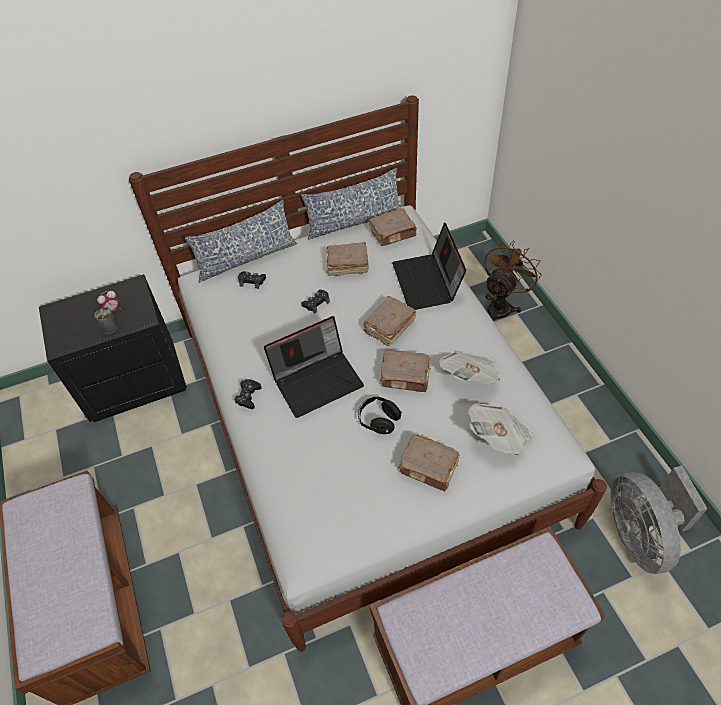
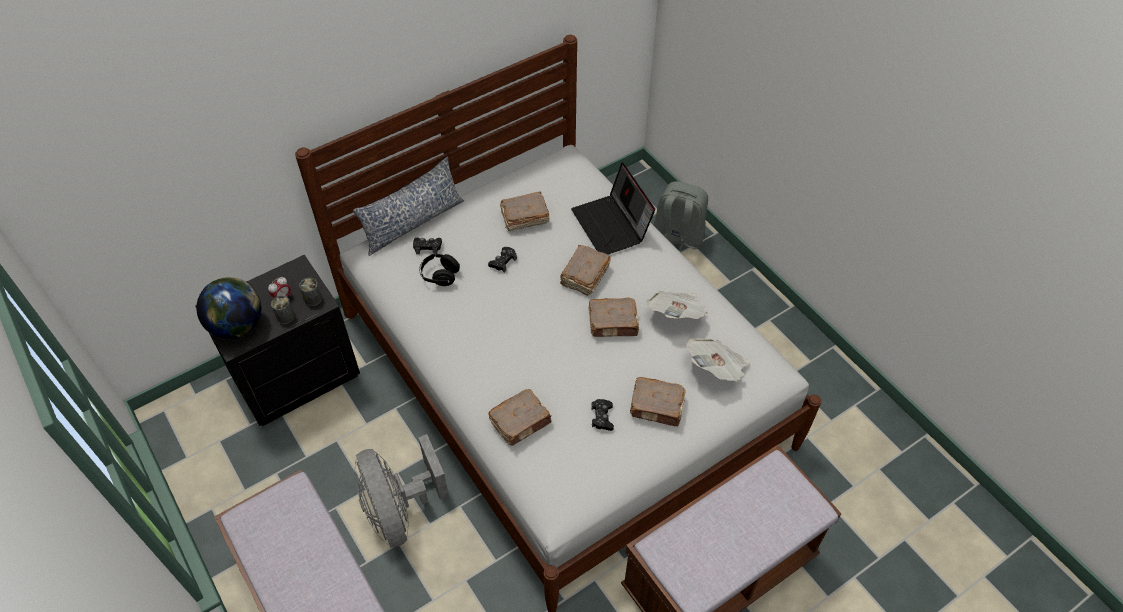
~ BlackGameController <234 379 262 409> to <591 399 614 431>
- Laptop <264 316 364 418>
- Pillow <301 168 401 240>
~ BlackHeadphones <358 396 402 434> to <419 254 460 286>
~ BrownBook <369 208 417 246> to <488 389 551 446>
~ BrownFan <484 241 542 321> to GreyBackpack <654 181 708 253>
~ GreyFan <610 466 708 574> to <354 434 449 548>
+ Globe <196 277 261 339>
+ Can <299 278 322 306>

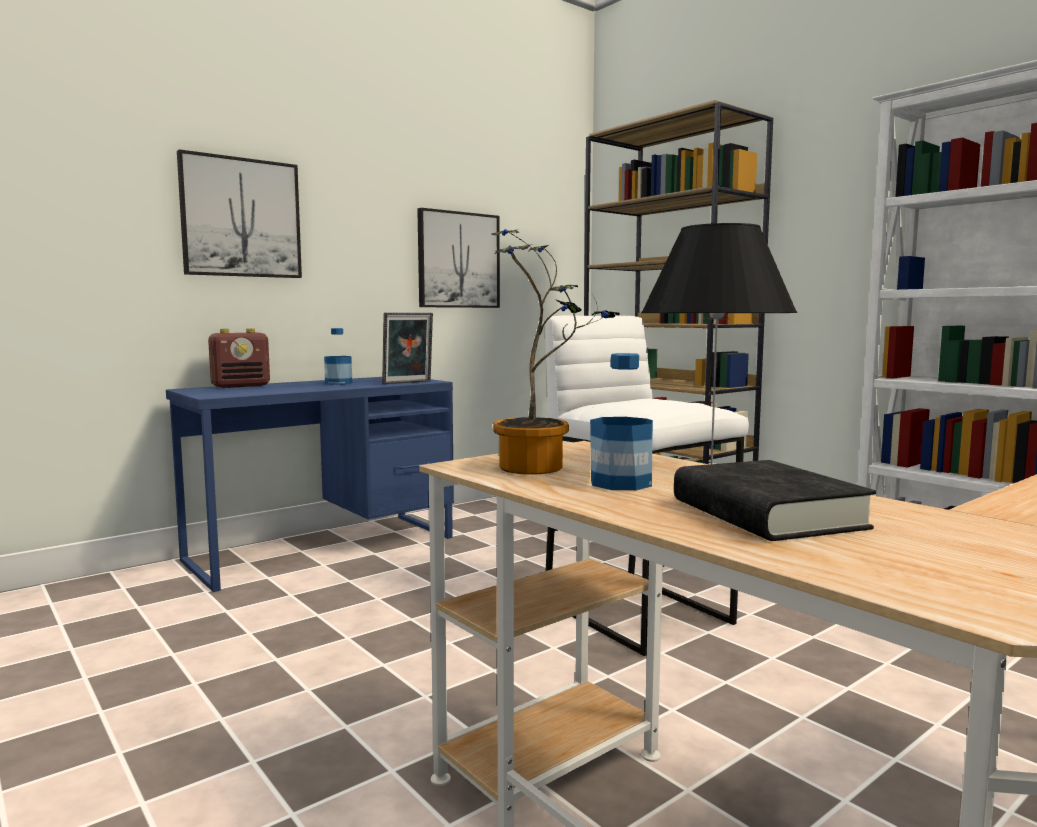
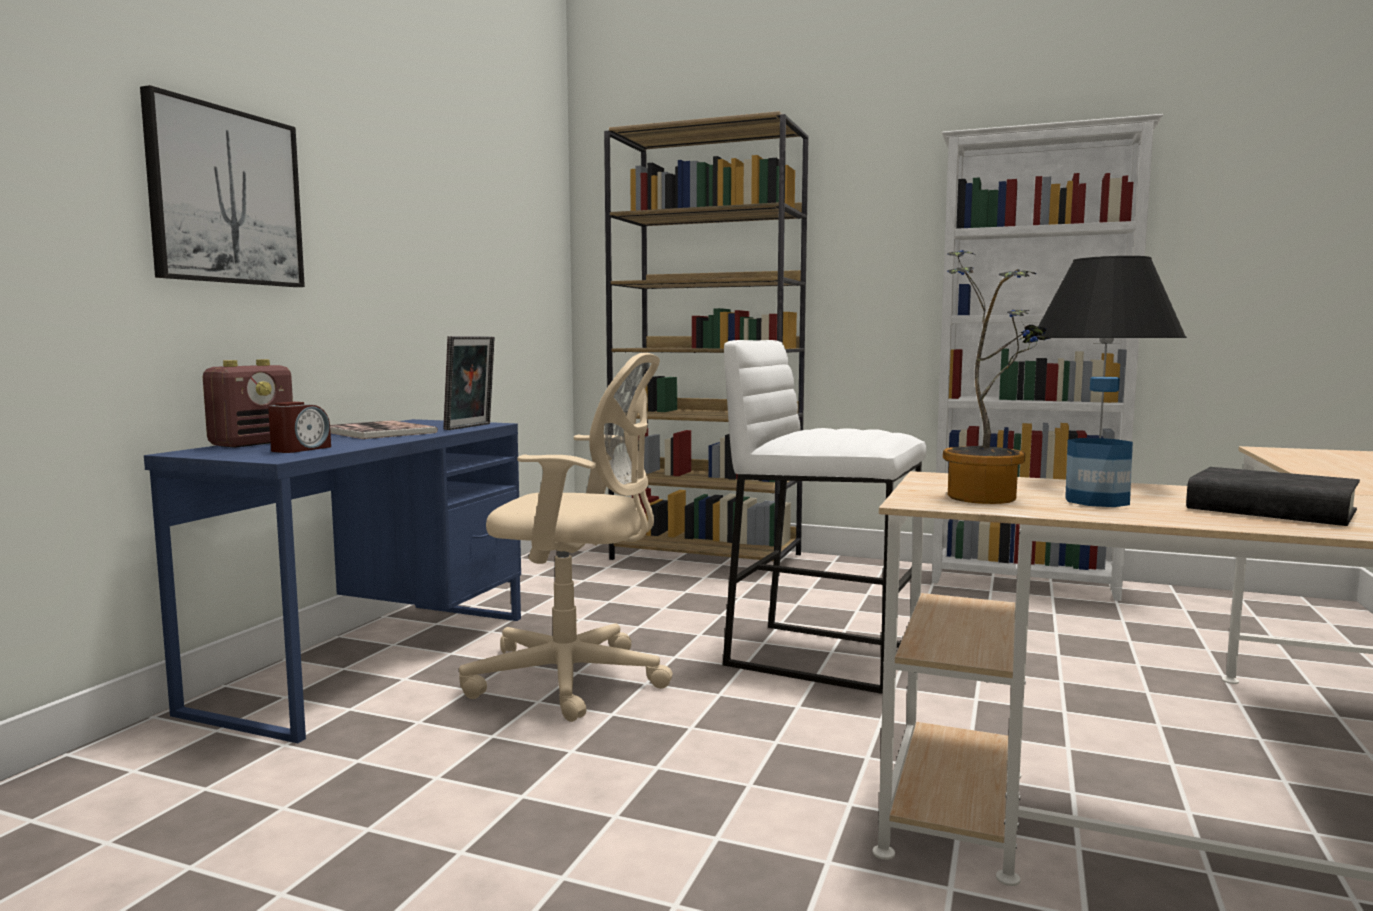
~ Bottle <324 328 353 385> to Book <330 420 438 439>
- Picture <417 208 500 308>
+ AlarmClock <268 402 331 453>
+ BeigeOfficeChair <459 352 673 722>

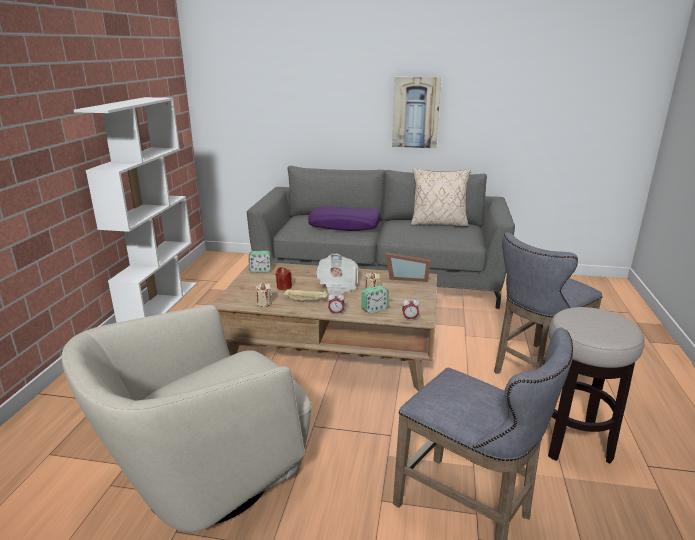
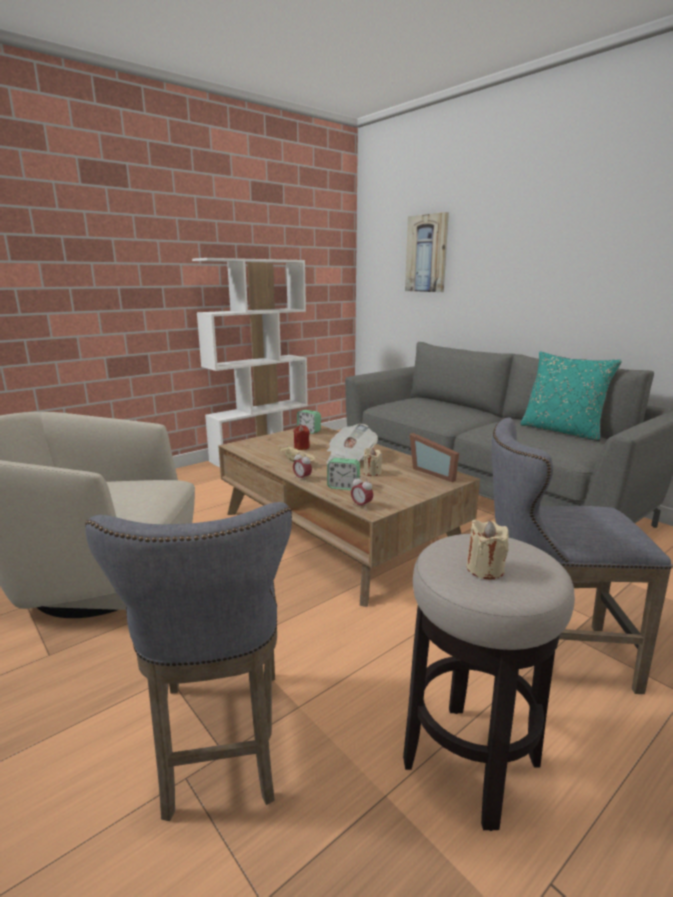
~ BeigeCandle <255 283 272 307> to <466 520 509 580>
- PurplePillow <308 206 381 231>
~ Picture <392 77 441 148> to <405 212 449 292>
~ BeigePillow <411 168 471 227> to TurquoisePillow <520 351 622 441>

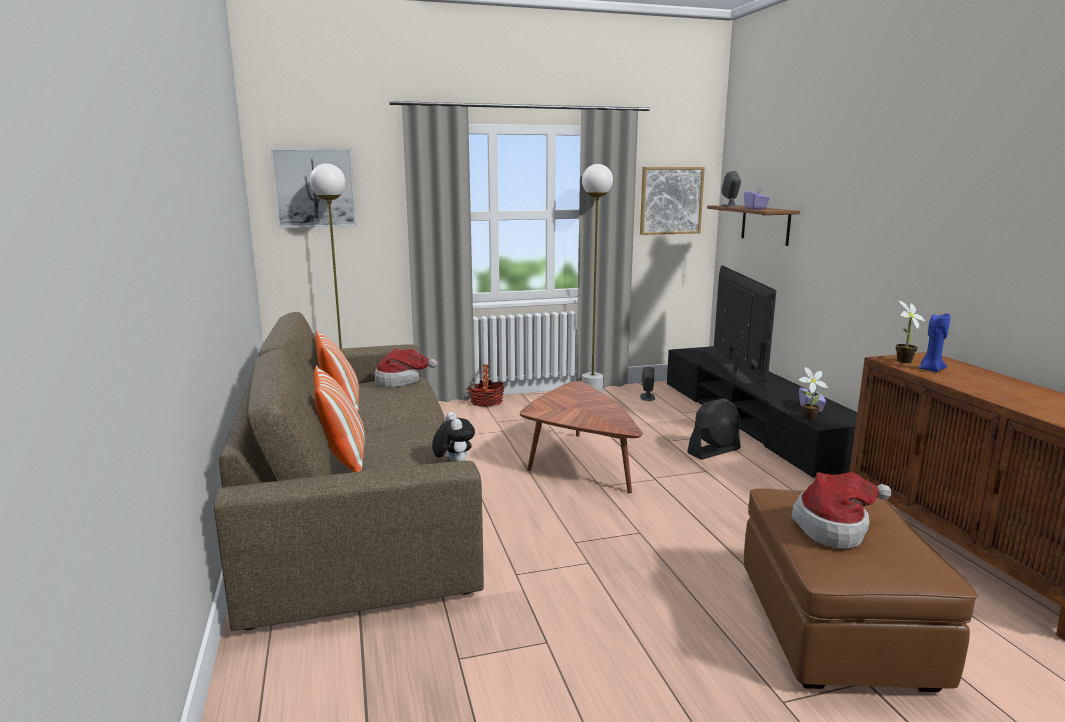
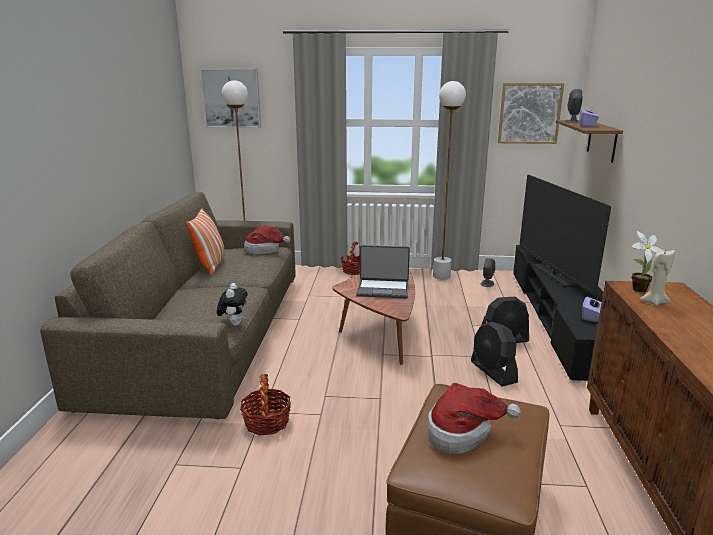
- Pillow <314 365 365 472>
~ Television <714 265 776 391> = <519 175 611 296> 150 degrees clockwise
- PottedPlant <798 367 828 421>
~ BlueCandle <919 313 950 372> to BeigeCandle <640 249 675 306>
+ Basket <240 374 291 436>
+ Laptop <356 245 410 298>
+ BlackFan <471 322 518 387>

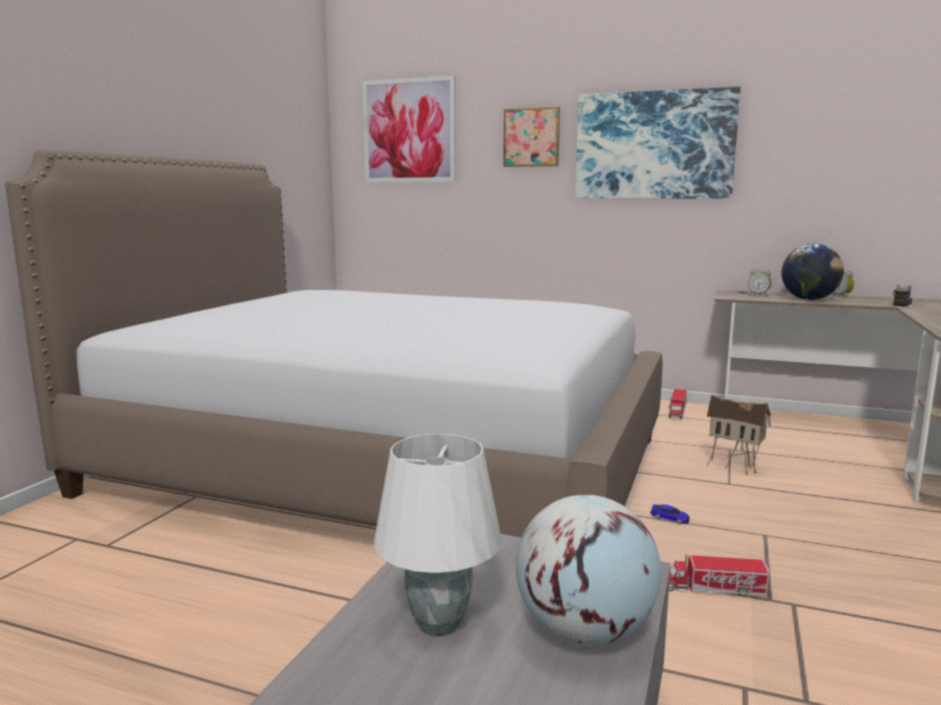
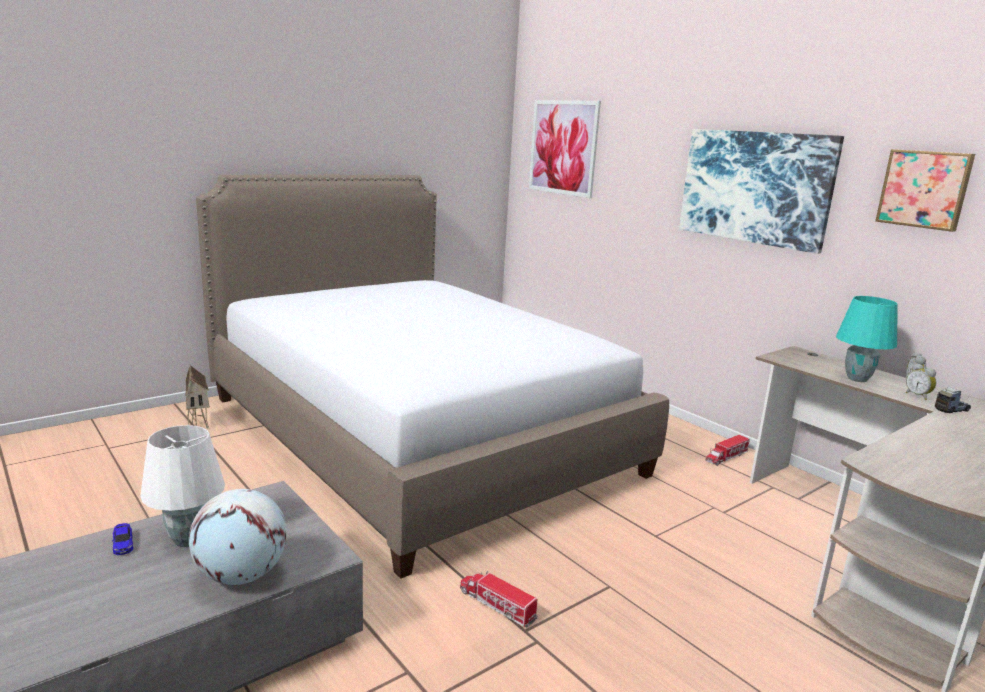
~ Picture <503 106 560 167> to <875 149 975 232>
~ ToyCar <650 504 690 524> to <112 523 133 555>
~ ToyHouse <706 394 771 475> to <185 365 210 429>
~ AlarmClock <748 269 772 297> to <906 363 936 400>
~ Globe <781 244 844 300> to TurquoiseTableLamp <836 296 898 382>

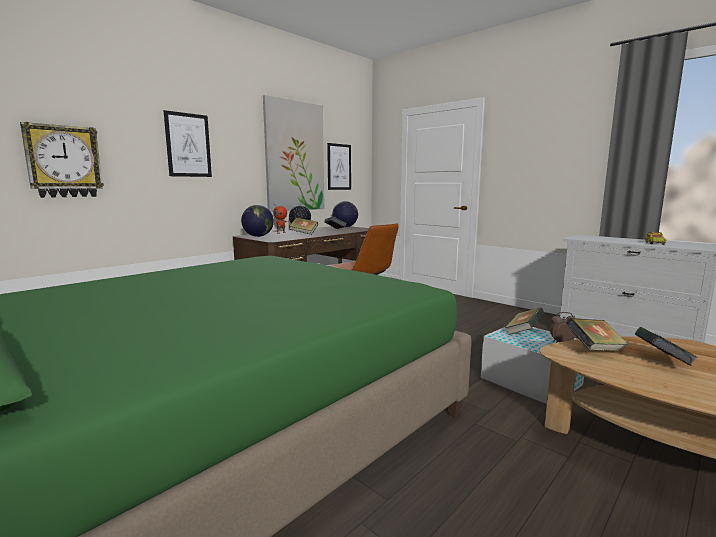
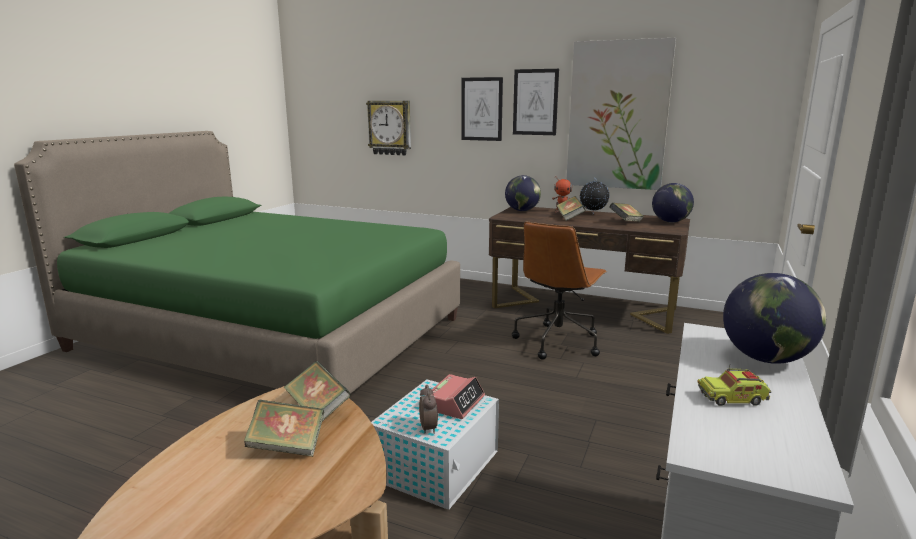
~ Picture <327 143 351 190> to <513 69 559 135>
~ Book <505 307 544 335> to AlarmClock <425 374 485 419>
+ Globe <723 273 826 364>

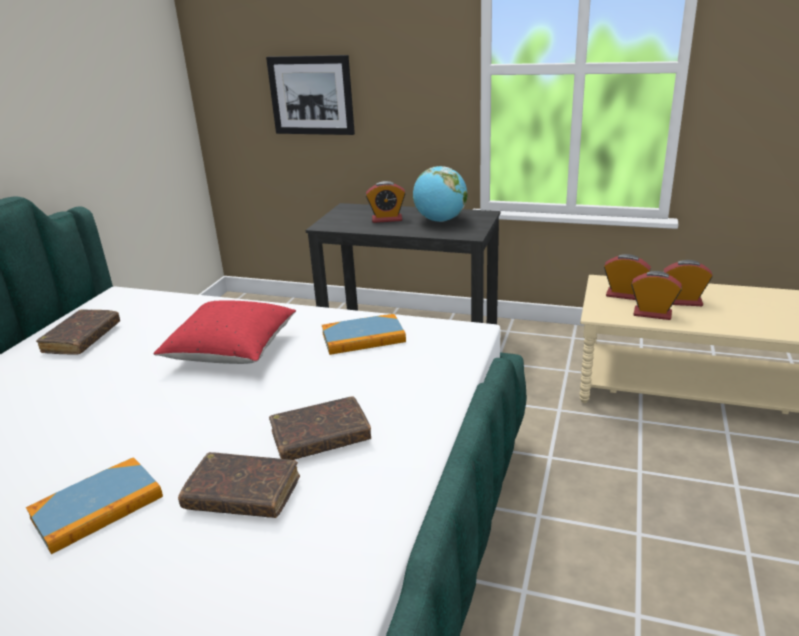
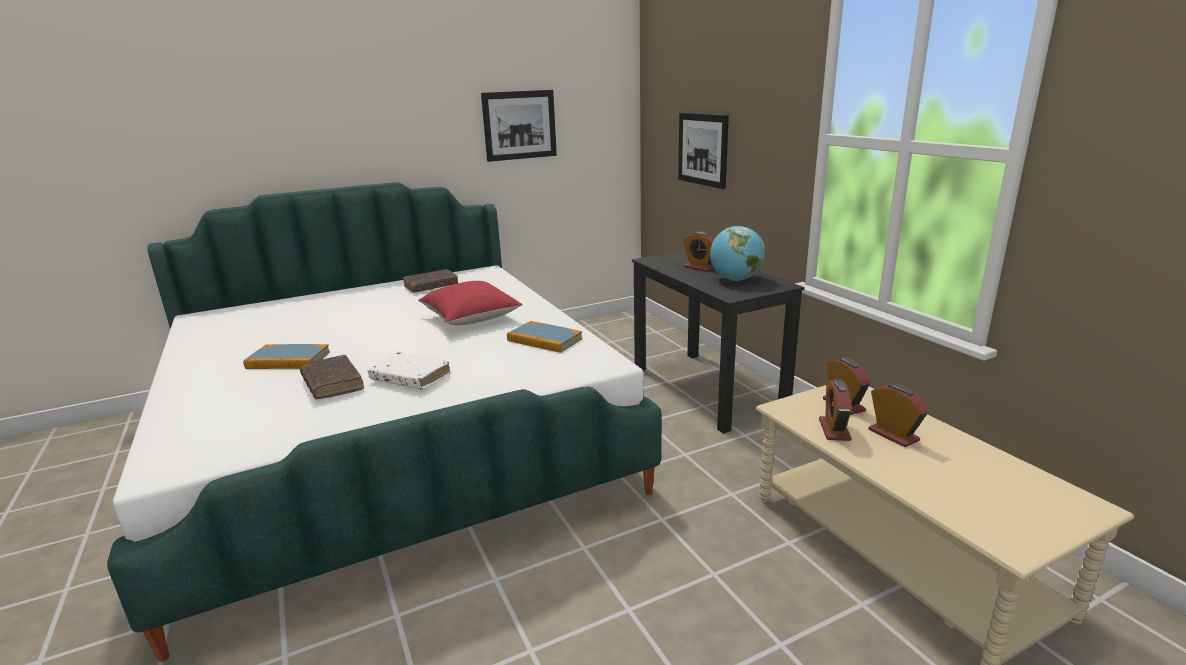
~ BrownBook <269 396 371 460> to WhiteBook <368 352 451 390>
~ AlarmClock <631 271 682 320> = <819 379 852 441> 150 degrees counterclockwise
+ Picture <481 90 557 162>

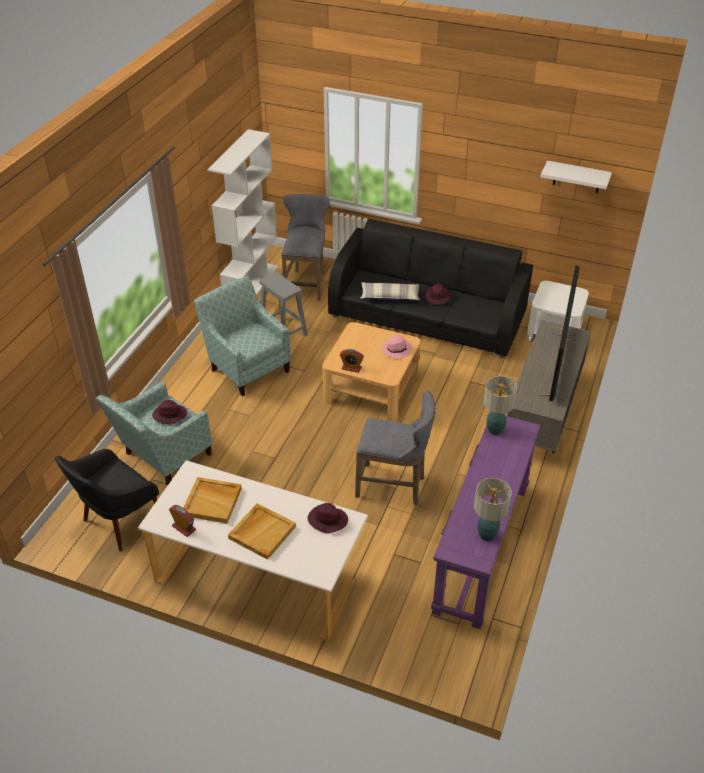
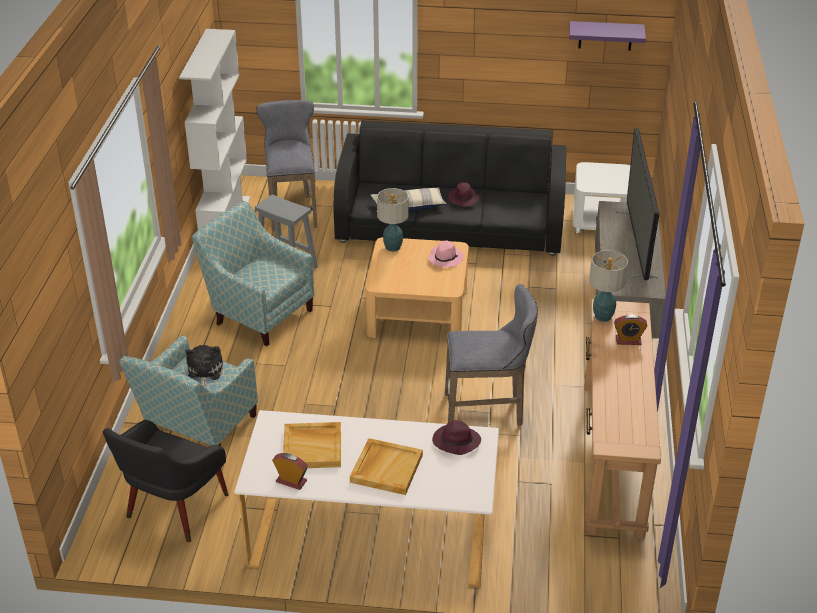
~ PurpleHat <152 400 188 425> to PlushToy <185 345 223 388>
~ AlarmClock <340 349 364 373> to <614 314 647 345>
~ PurpleConsoleTable <431 416 541 629> to BrownConsoleTable <584 299 661 539>
~ TableLamp <474 478 512 541> to <377 188 408 252>
~ WhiteShelf <540 161 612 193> to PurpleShelf <569 21 646 51>

